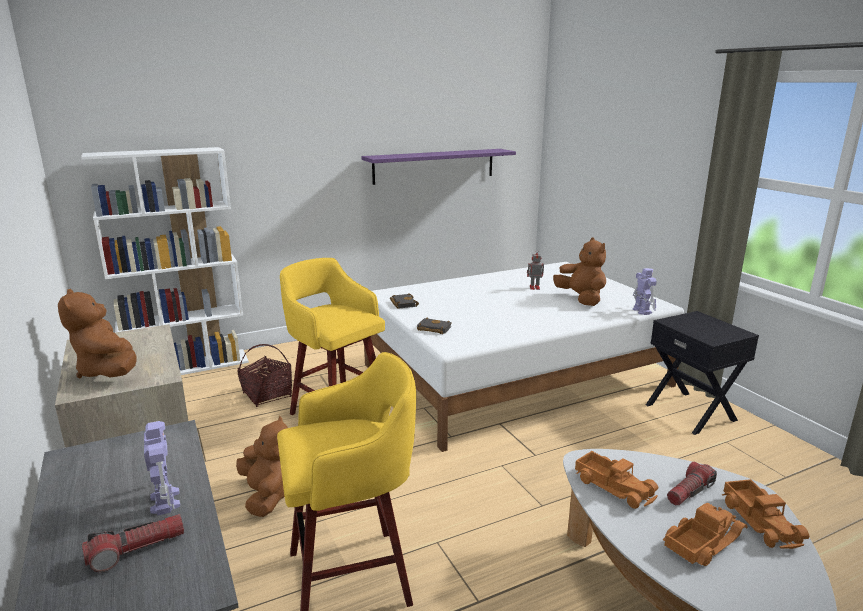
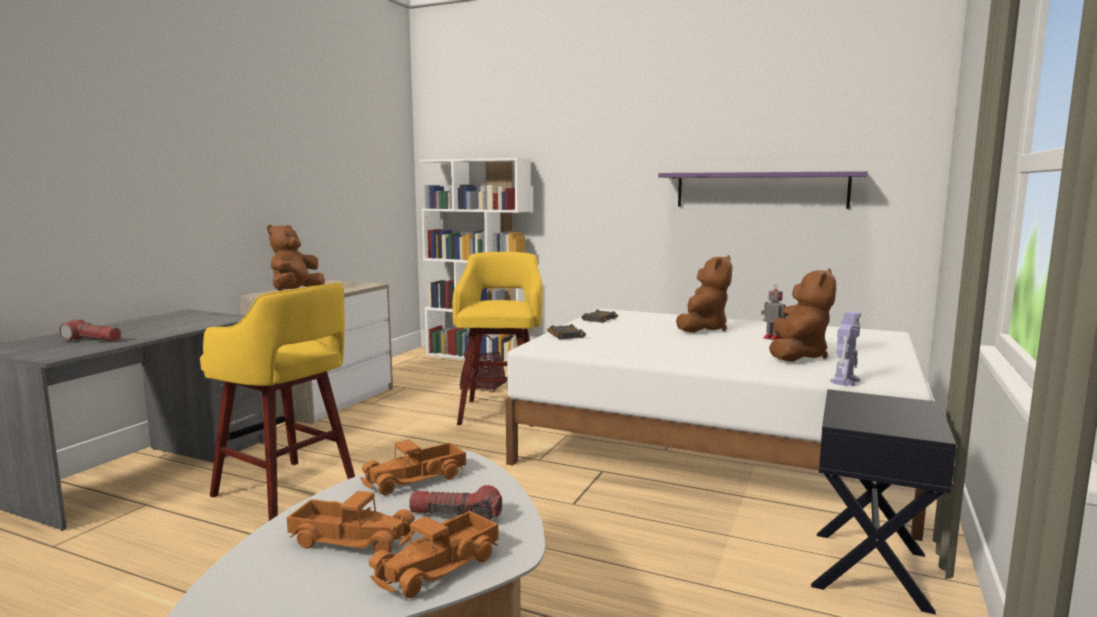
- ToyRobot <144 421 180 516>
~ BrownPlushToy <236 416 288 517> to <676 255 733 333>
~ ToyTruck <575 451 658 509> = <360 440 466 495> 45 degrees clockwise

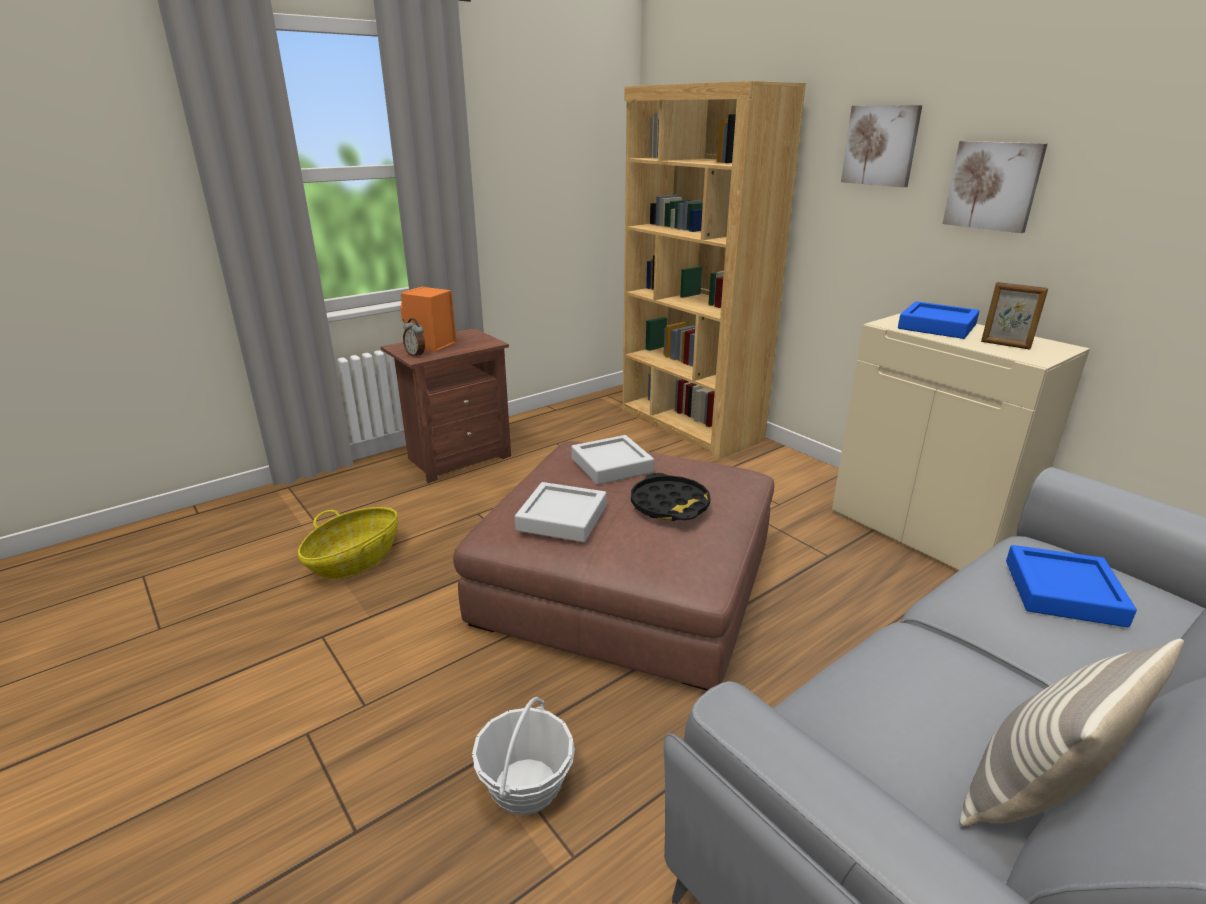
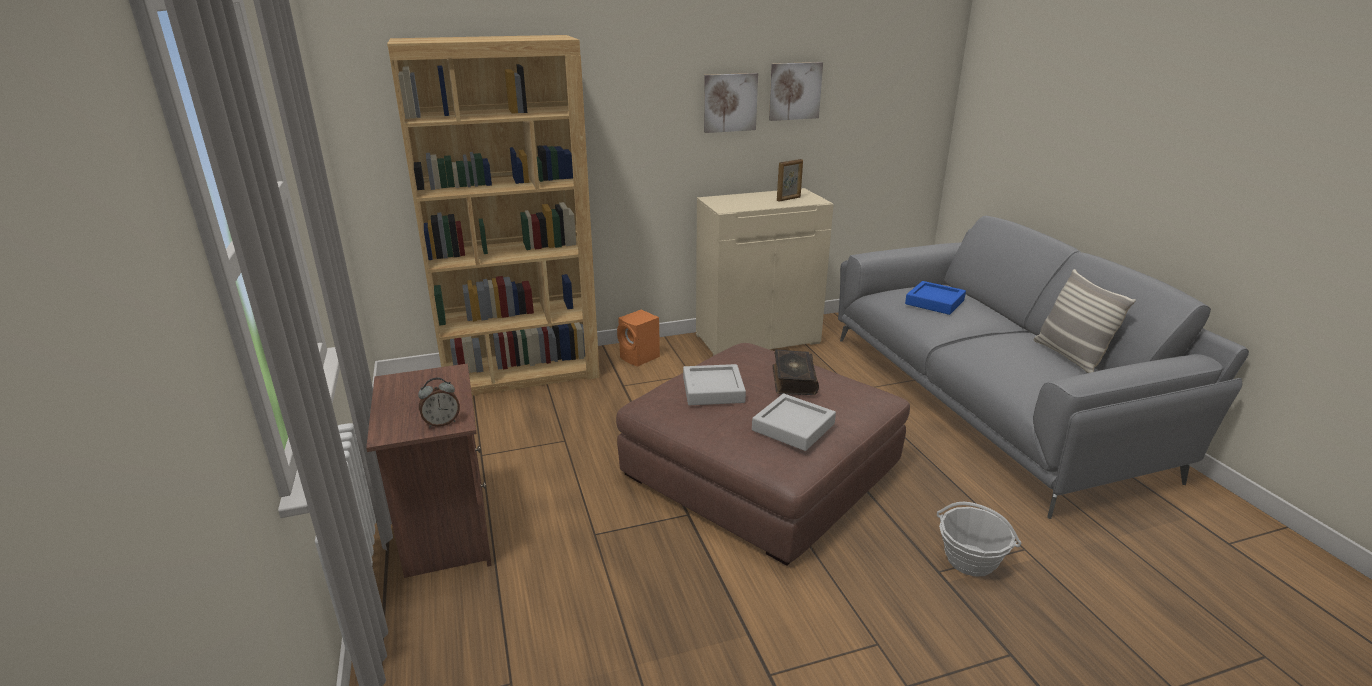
- Basket <298 507 398 579>
~ OrangeSpeaker <400 287 457 352> to <617 310 660 367>
~ BlackTray <631 473 710 521> to Book <773 349 819 395>
~ Picture <841 105 922 187> to <769 62 823 121>
- BlueTray <898 301 979 339>

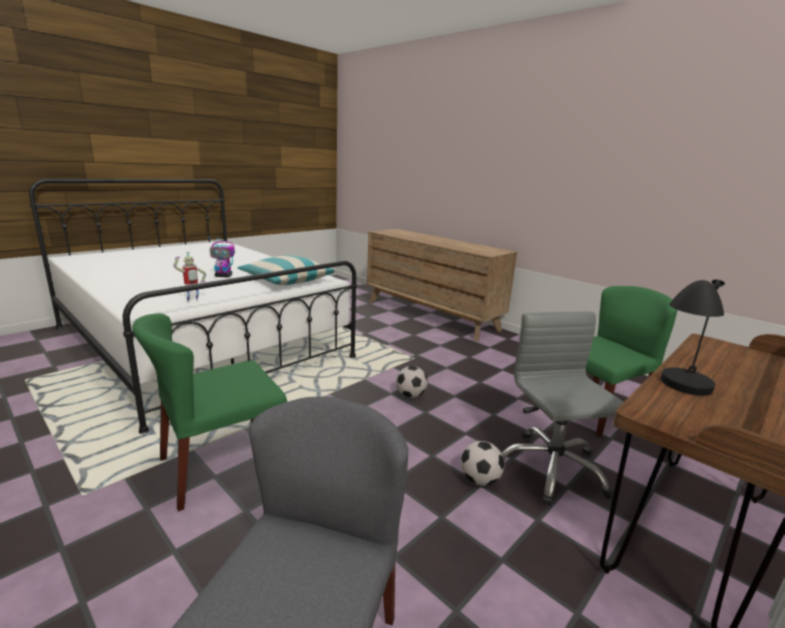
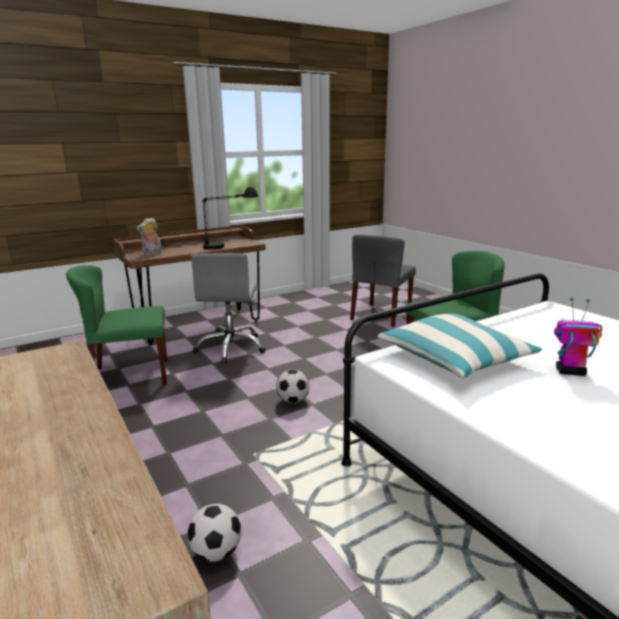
- ToyRobot <174 251 206 302>
~ Football <461 441 504 486> to <187 504 241 562>
+ PlushToy <137 218 162 255>

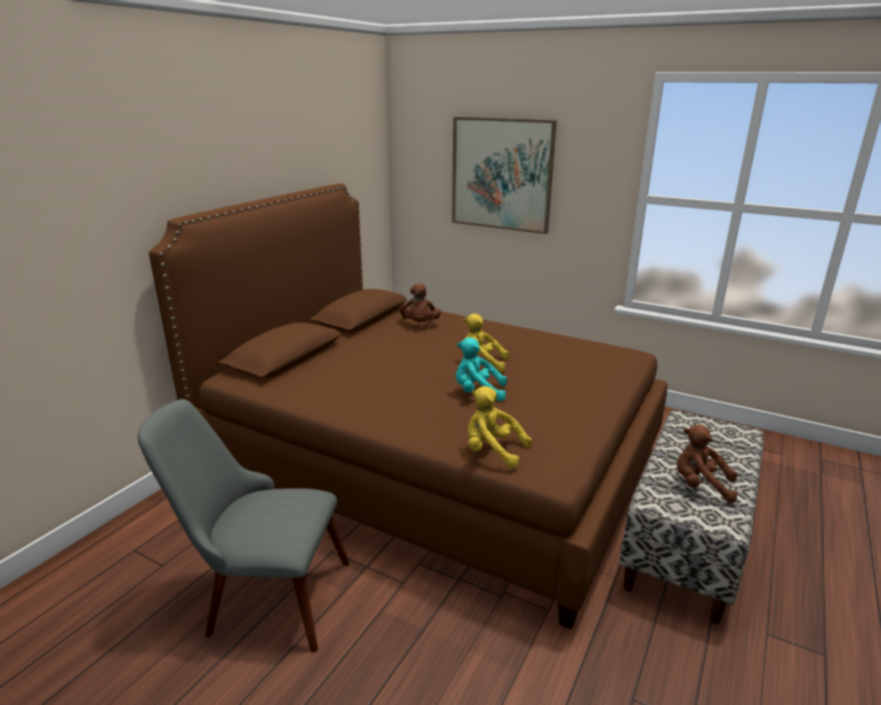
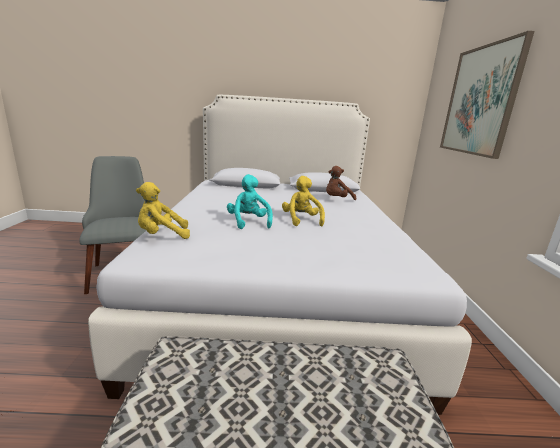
~ BrownBed <149 183 668 630> to WhiteBed <88 95 472 415>
~ YellowPlushToy <468 386 532 468> = <136 182 190 239> 105 degrees counterclockwise
- BrownPlushToy <677 424 738 503>

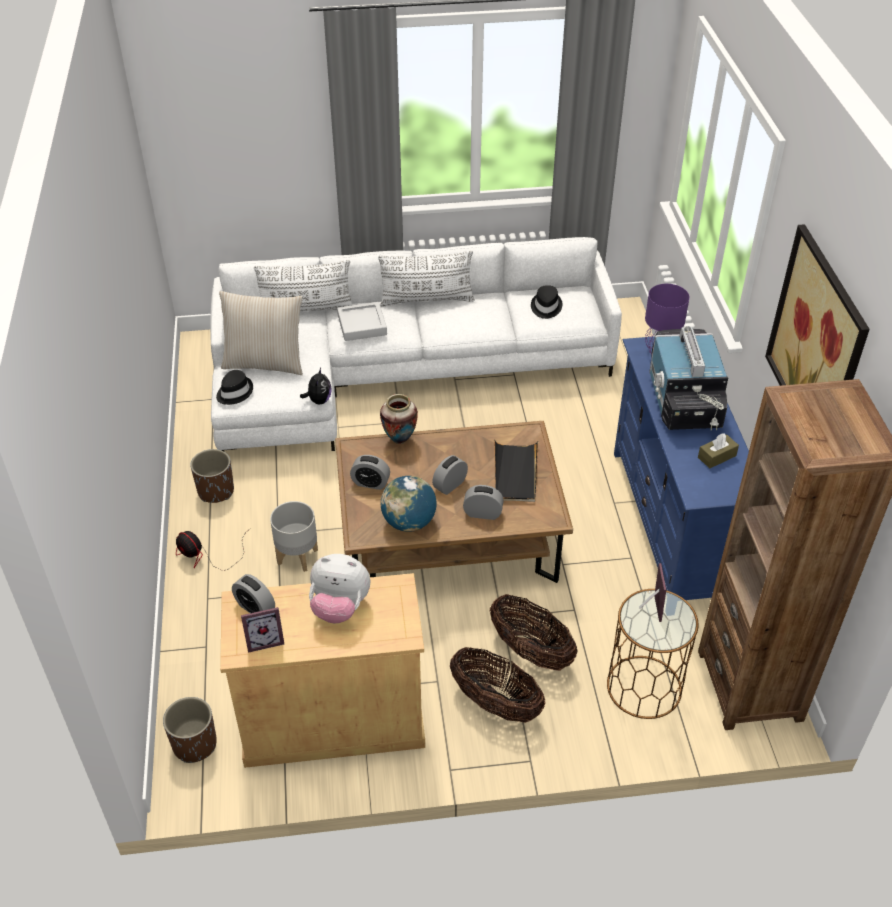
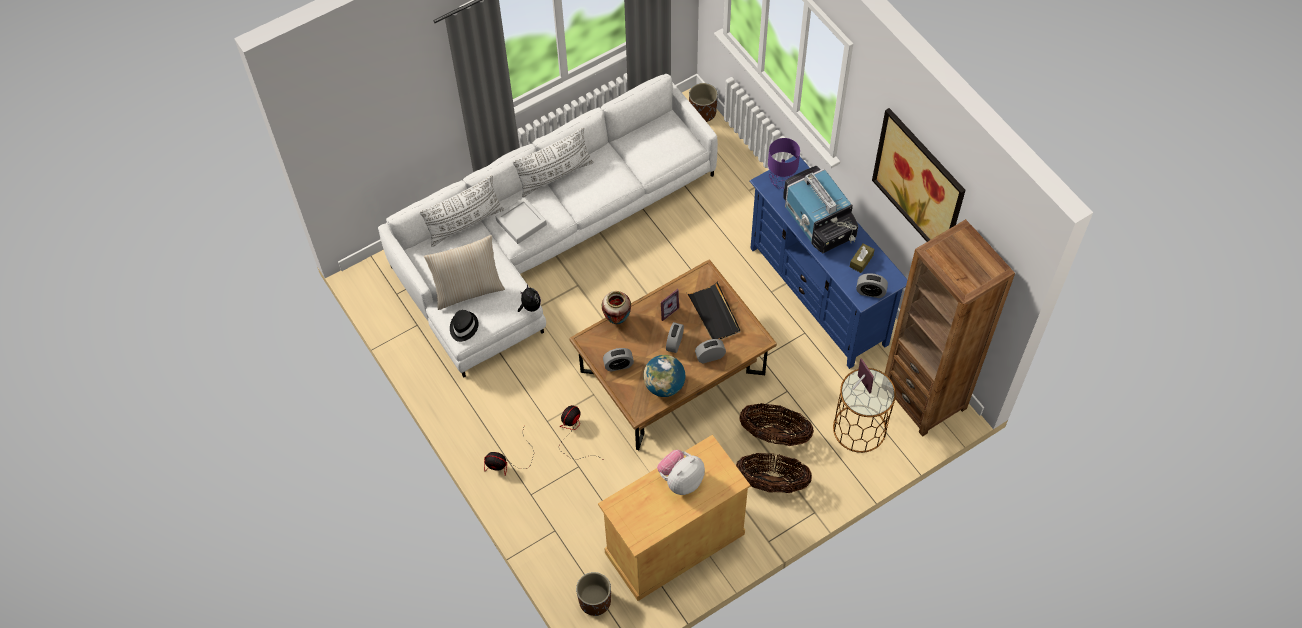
~ BrownPlanter <190 449 234 503> to <689 83 718 122>
~ AlarmClock <232 574 275 613> to <856 273 888 298>
~ PictureFrame <241 607 284 653> to <661 289 679 321>
~ GreyPlanter <270 501 318 572> to Fan <560 405 602 459>
~ PlushToy <309 554 370 624> = <657 450 705 495> 150 degrees clockwise
- BlackHat <531 285 562 319>

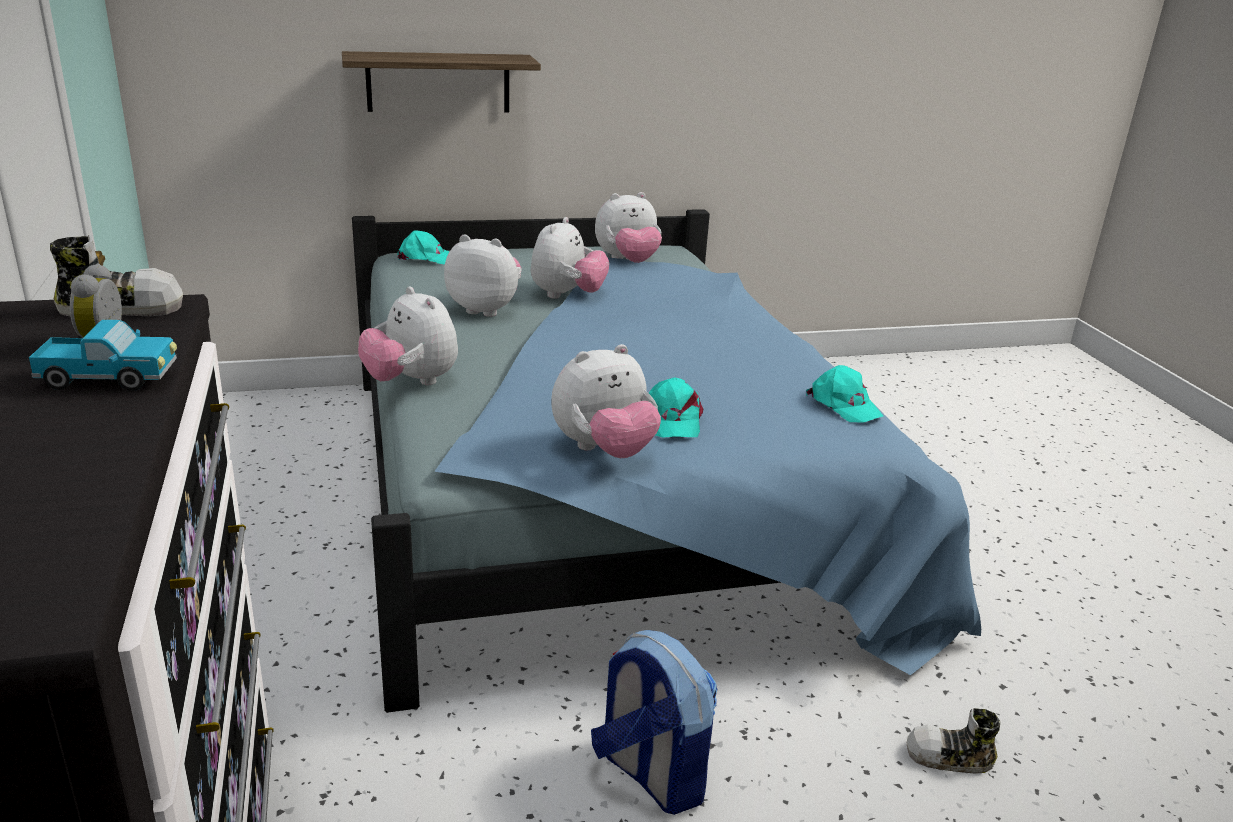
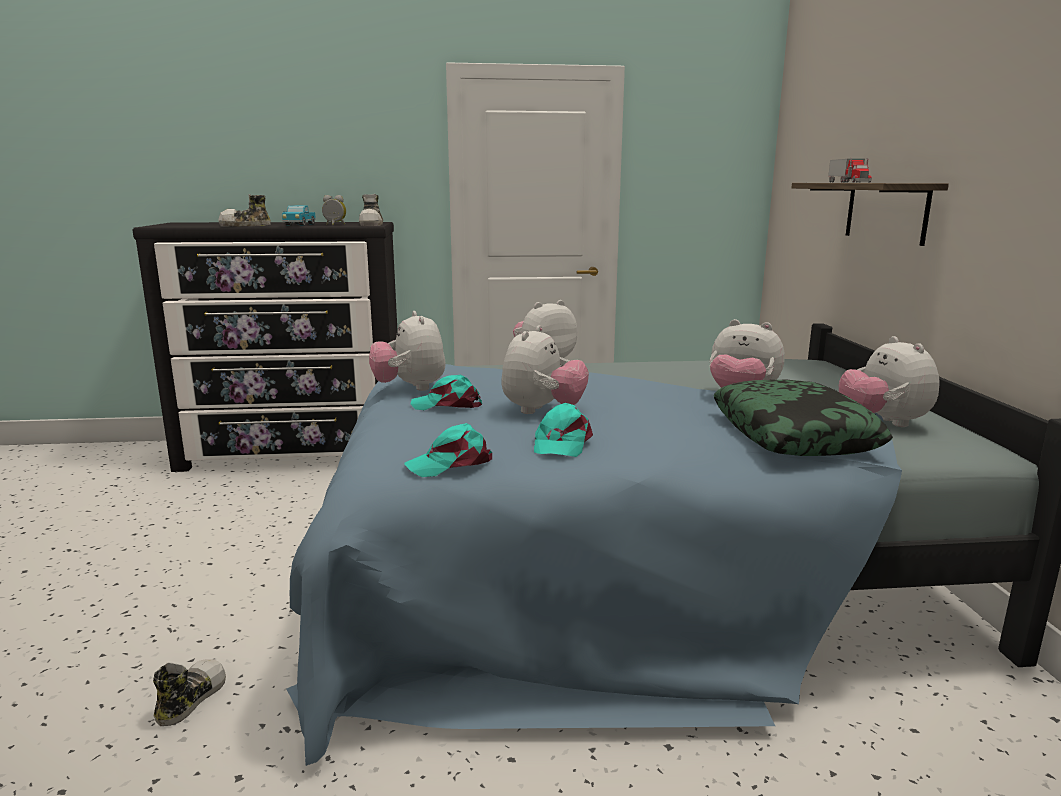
~ TurquoiseCap <397 230 449 265> to <534 403 593 457>
~ PlushToy <444 234 522 317> to <502 325 589 414>
- Backpack <591 630 718 815>
+ Shoe <218 194 271 227>
+ Pillow <713 380 893 456>
+ ToyTruck <828 157 872 183>

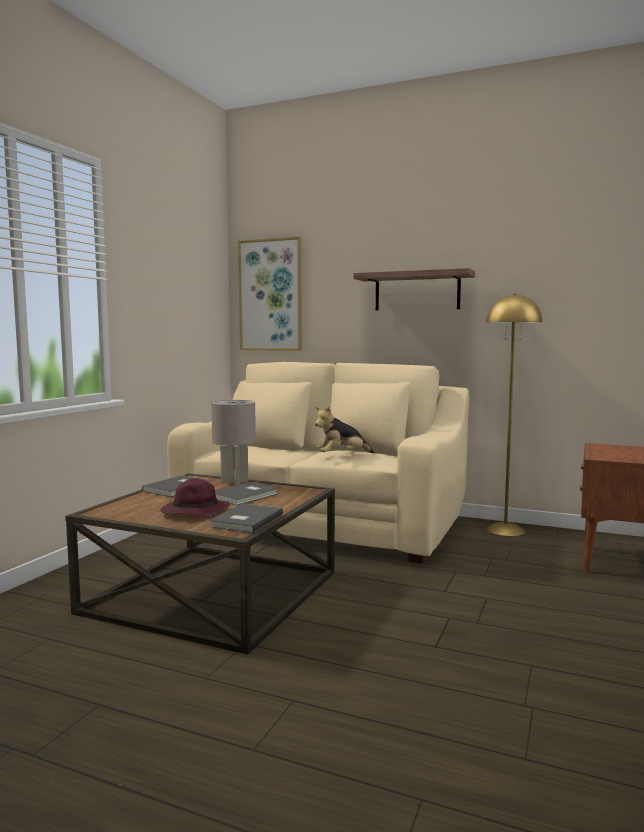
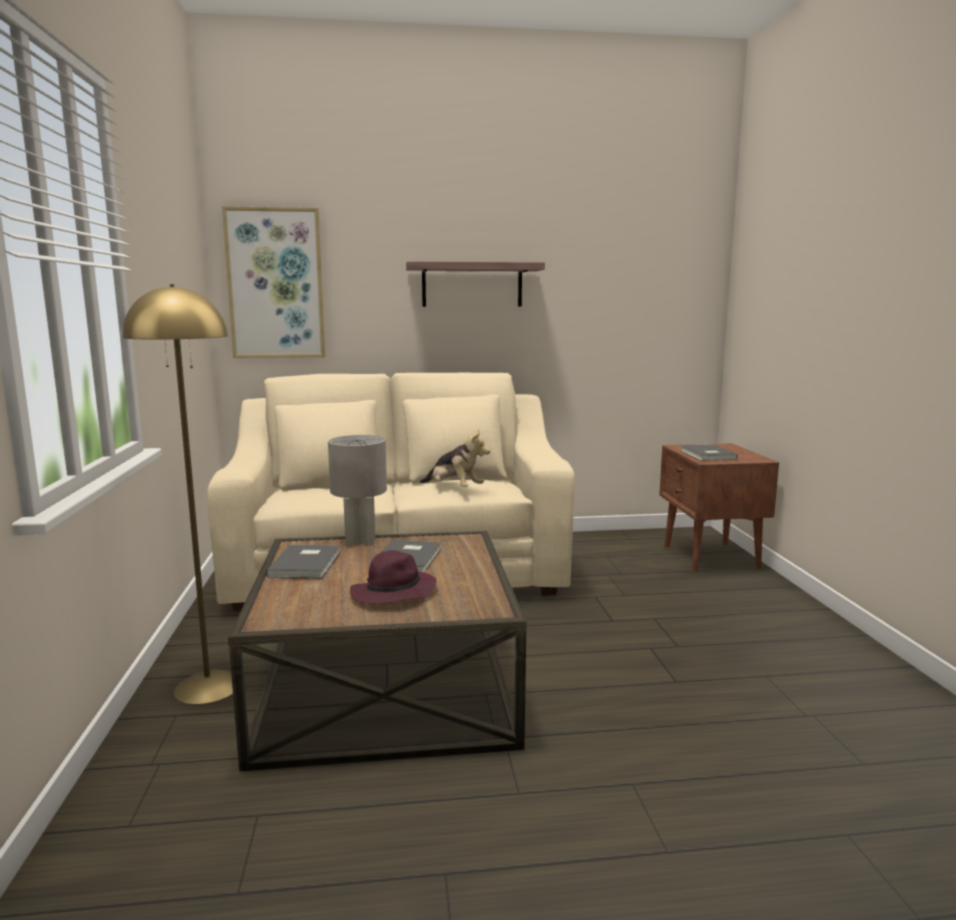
~ GreyBook <209 504 283 533> to <680 444 738 461>
~ PlushToy <315 406 374 453> = <420 430 490 487> 90 degrees counterclockwise
~ YellowFloorLamp <486 293 542 536> to <123 284 233 704>

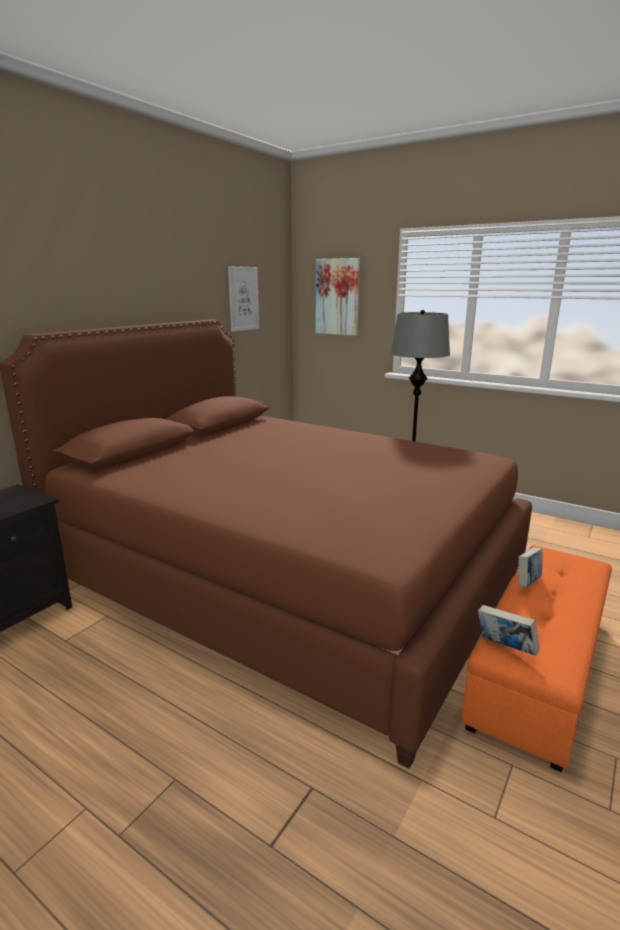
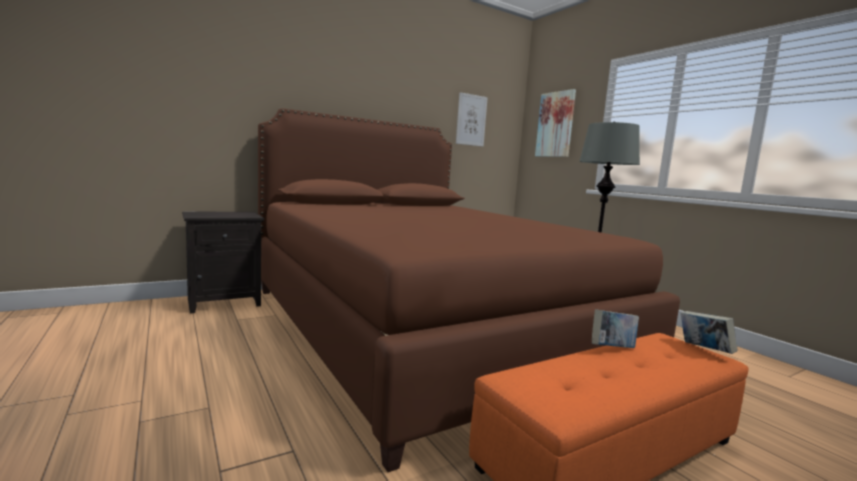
~ Book <478 605 540 656> to <681 311 738 354>

